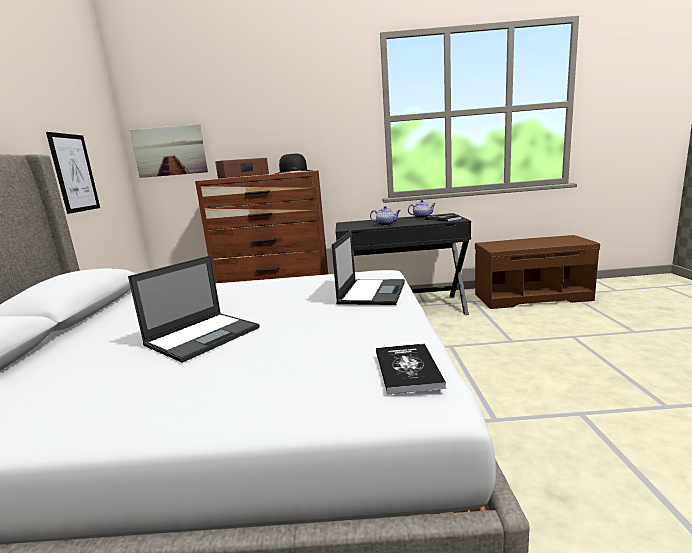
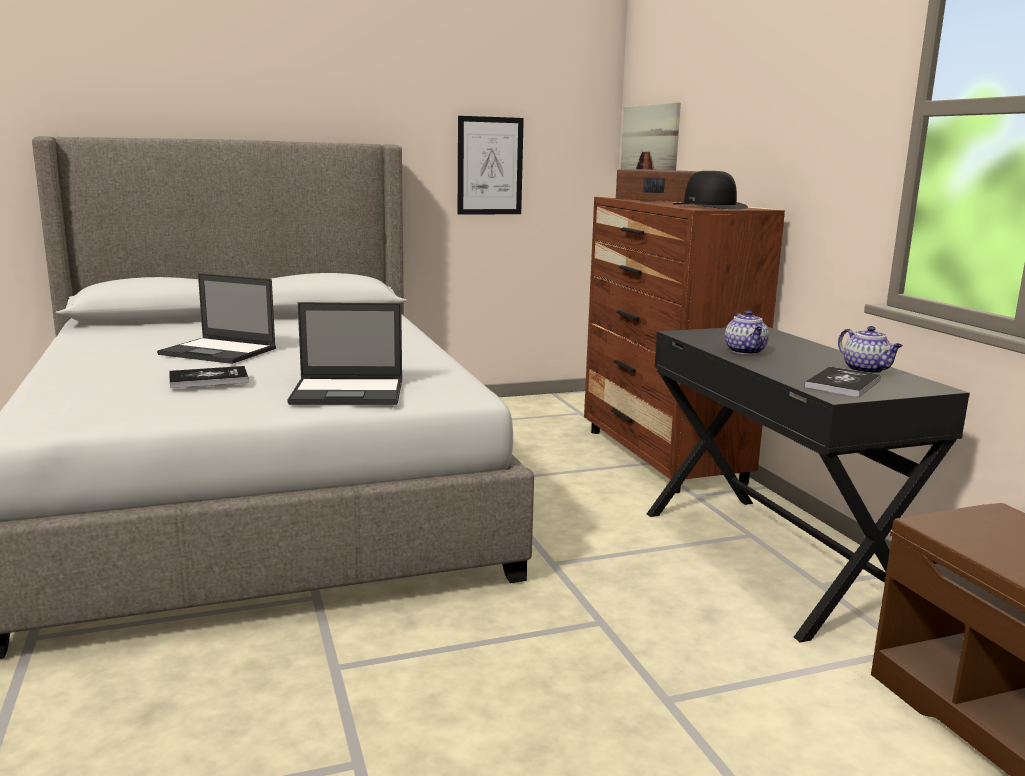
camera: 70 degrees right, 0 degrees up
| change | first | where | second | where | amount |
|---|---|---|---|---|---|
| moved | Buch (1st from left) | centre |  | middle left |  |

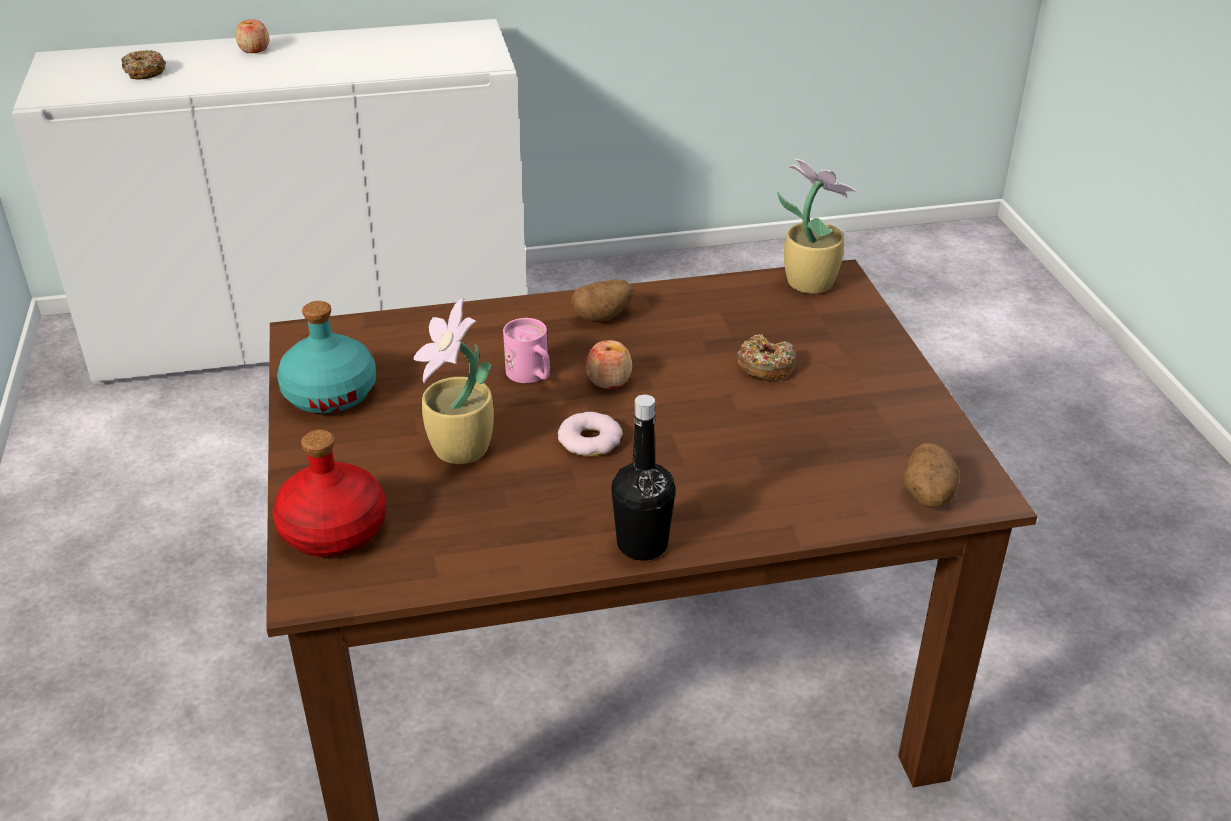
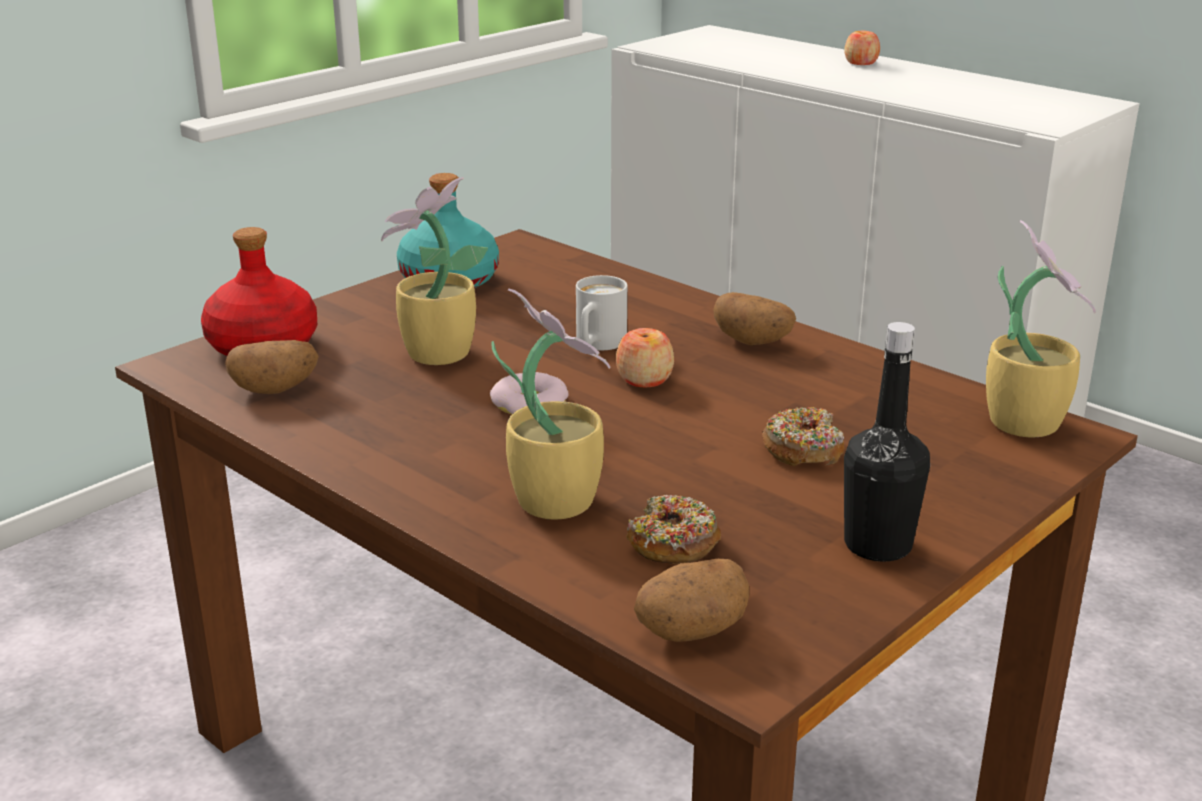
camera: 55 degrees right, 10 degrees down
| change | first | where | second | where | amount |
|---|---|---|---|---|---|
| added |  |  | Kartoffel (1st from left) | middle left |  |
| added |  |  | Topfpflanze (2nd from left) | centre |  |
| recoloured | Henkelbecher (rosa) | centre | Henkelbecher (weiß) | centre |  |
| moved | Donut (1st from left in the first image) | top left | Donut (2nd from left) | centre |  |
| moved | Flasche (schwarz) | centre |  | middle right |  |

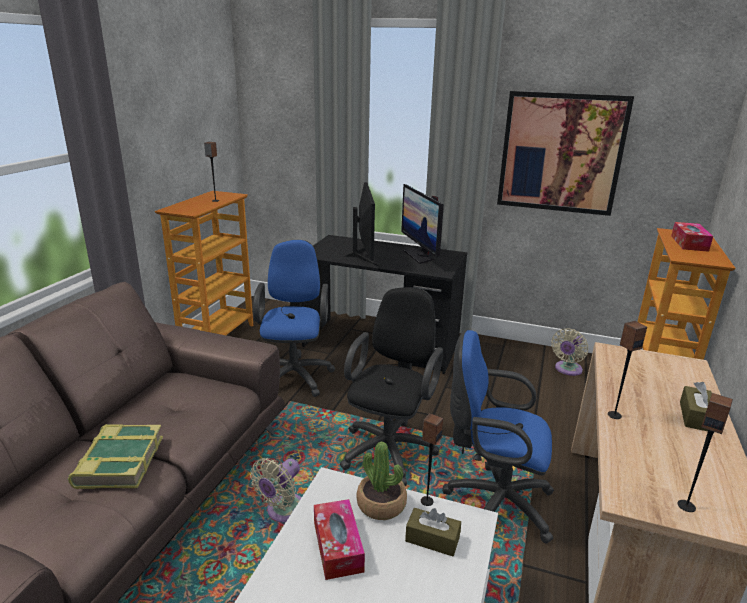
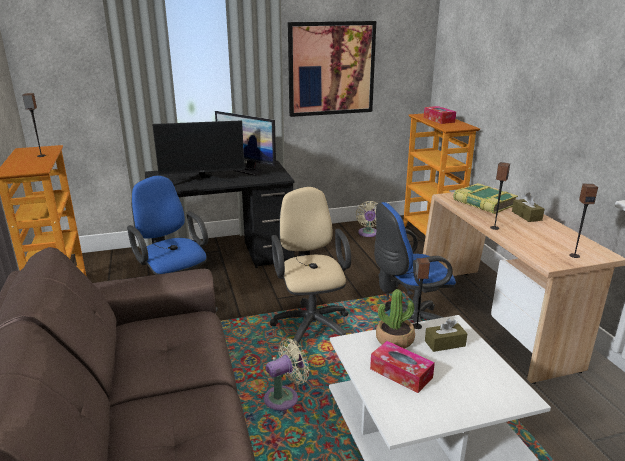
camera: 35 degrees left, 0 degrees up
| change | first | where | second | where | amount |
|---|---|---|---|---|---|
| turned | Monitor (1st from left) | centre |  | top left | 120 degrees clockwise |
| turned | Ventilator (beige) (1st from left) | bottom centre |  | bottom centre | 120 degrees counterclockwise |
| recoloured | Bürostuhl (schwarz) | centre | Bürostuhl (beige) | centre |  |
| moved | Buch | bottom left |  | middle right |  |

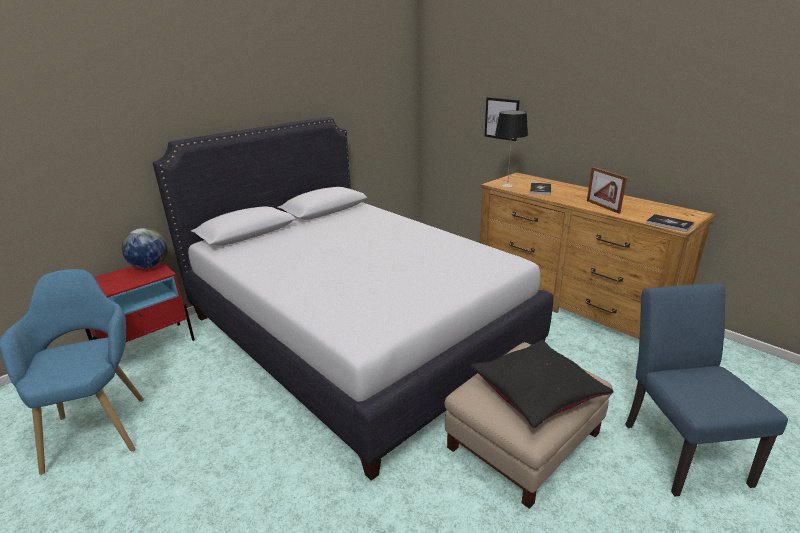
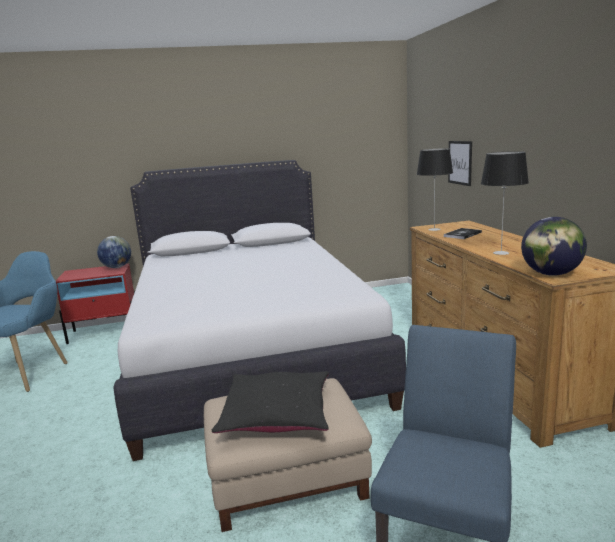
camera: 30 degrees right, 10 degrees down
| change | first | where | second | where | amount |
|---|---|---|---|---|---|
| replaced | Bilderrahmen | middle right | Tischlampe (2nd from left) | middle right |  |
| replaced | Buch (2nd from left) | middle right | Globus (2nd from left) | middle right |  |

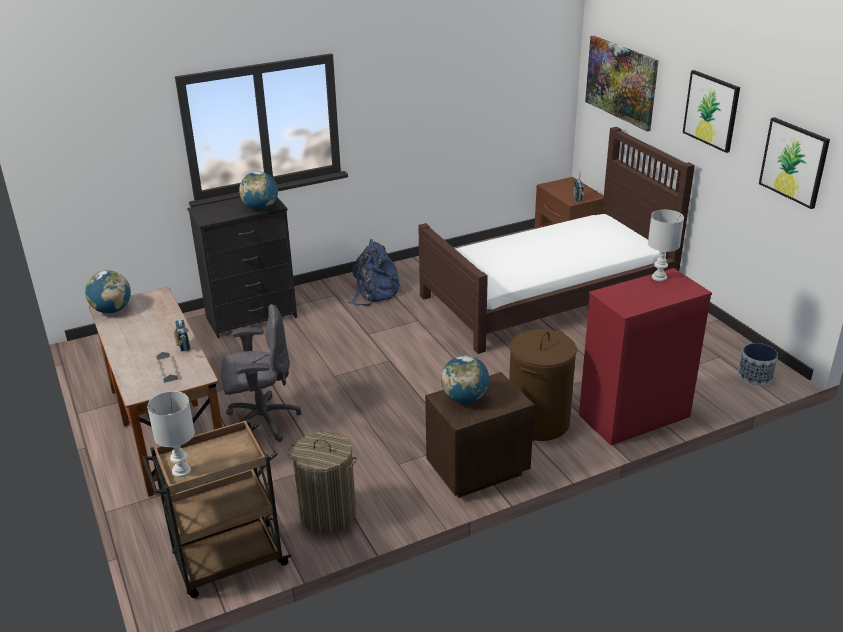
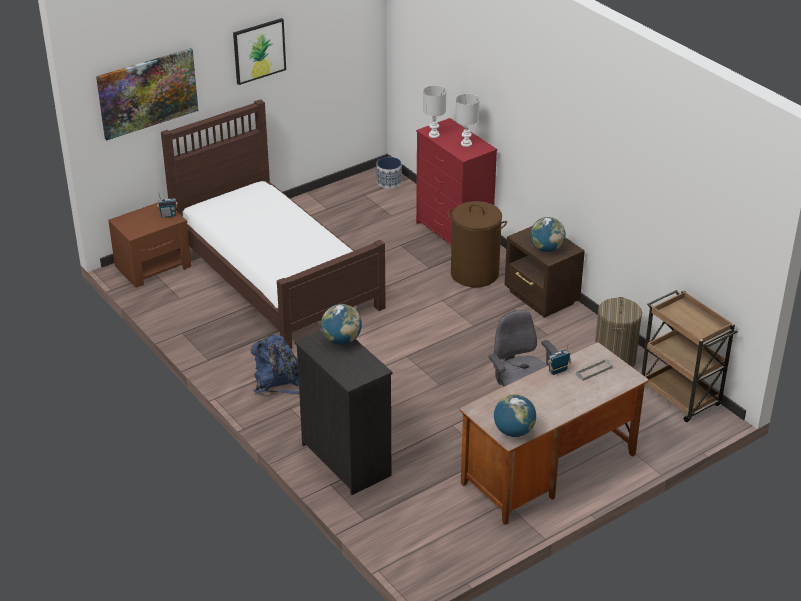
camera: 100 degrees left, 5 degrees up
| change | first | where | second | where | amount |
|---|---|---|---|---|---|
| moved | Tischlampe (weiß) (1st from left in the first image) | bottom left | Tischlampe (weiß) (2nd from left) | top centre |  |
| removed | Bild (3rd from left) | top right |  |  |  |

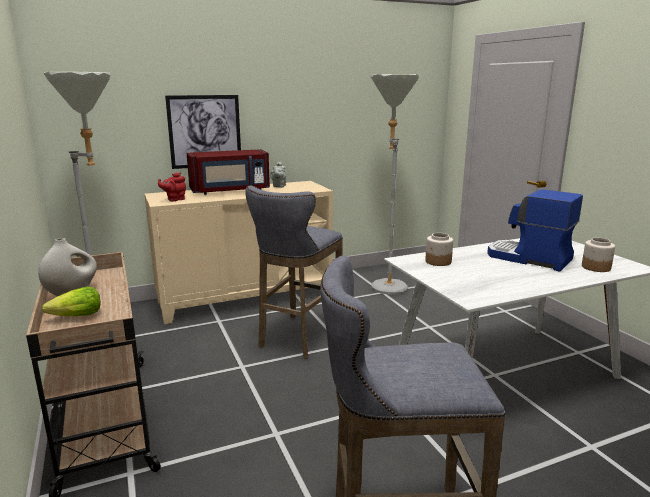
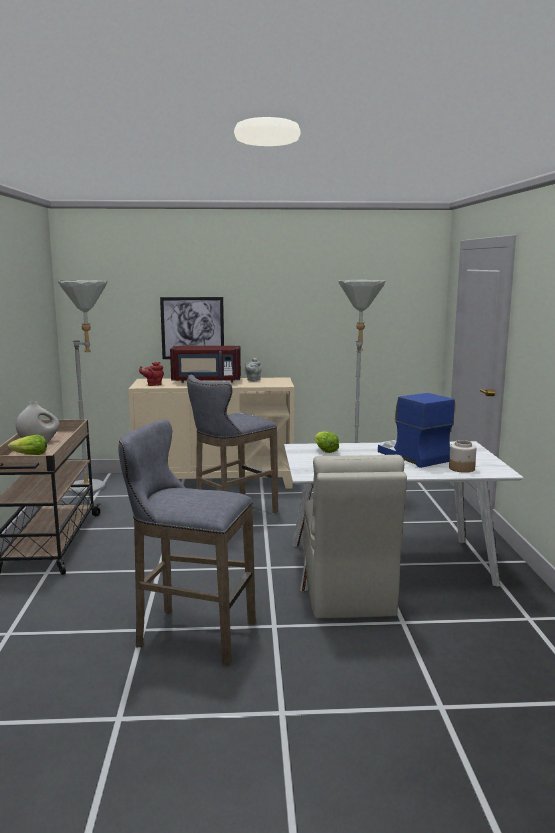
camera: 20 degrees right, 5 degrees down
| change | first | where | second | where | amount |
|---|---|---|---|---|---|
| added |  |  | Stuhl (beige) | centre |  |
| replaced | Vorratsglas (1st from left) | middle right | Salatkopf (2nd from left) | centre |  |

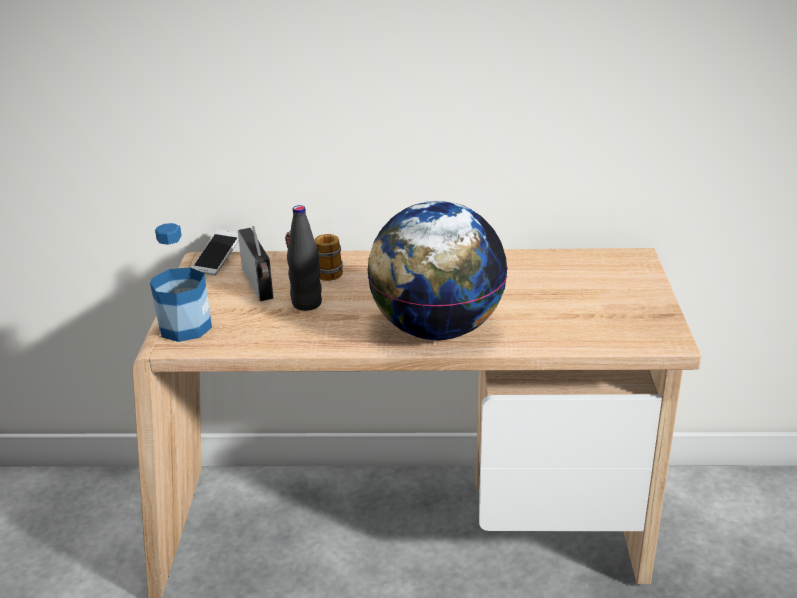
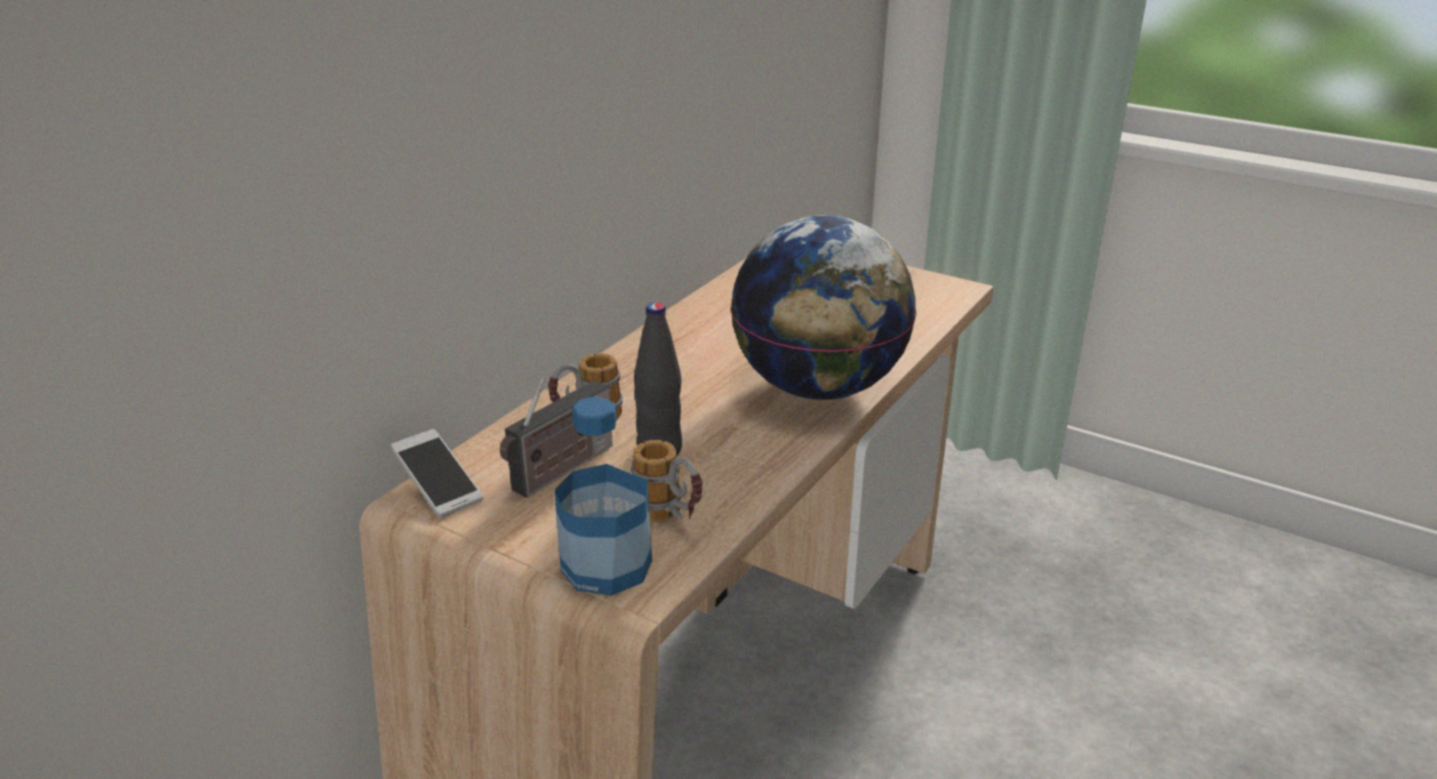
camera: 60 degrees left, 0 degrees up
| change | first | where | second | where | amount |
|---|---|---|---|---|---|
| turned | Radio | middle left |  | centre | 120 degrees clockwise |
| added |  |  | Henkelbecher (2nd from left) | centre |  |

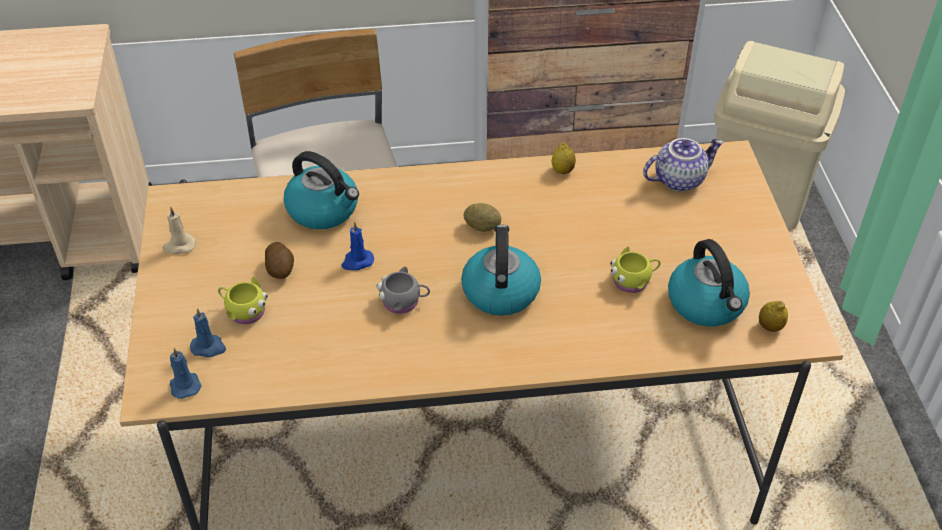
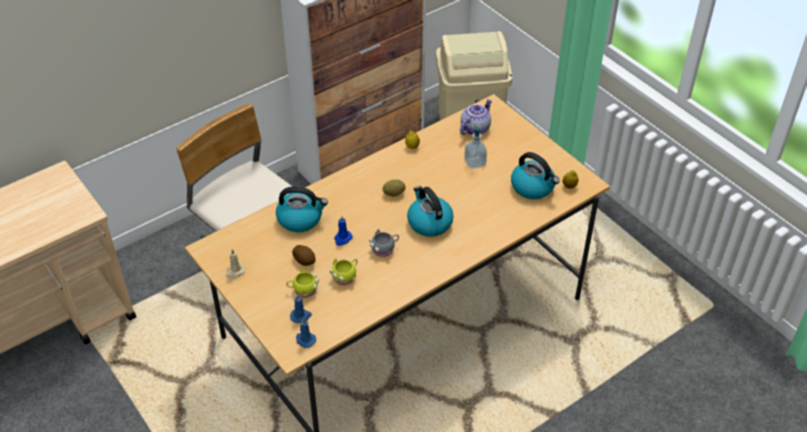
camera: 30 degrees left, 0 degrees up
| change | first | where | second | where | amount |
|---|---|---|---|---|---|
| moved | Henkelbecher (gelb) (2nd from left) | middle right |  | centre |  |
| added |  |  | Seifenspender | centre |  |

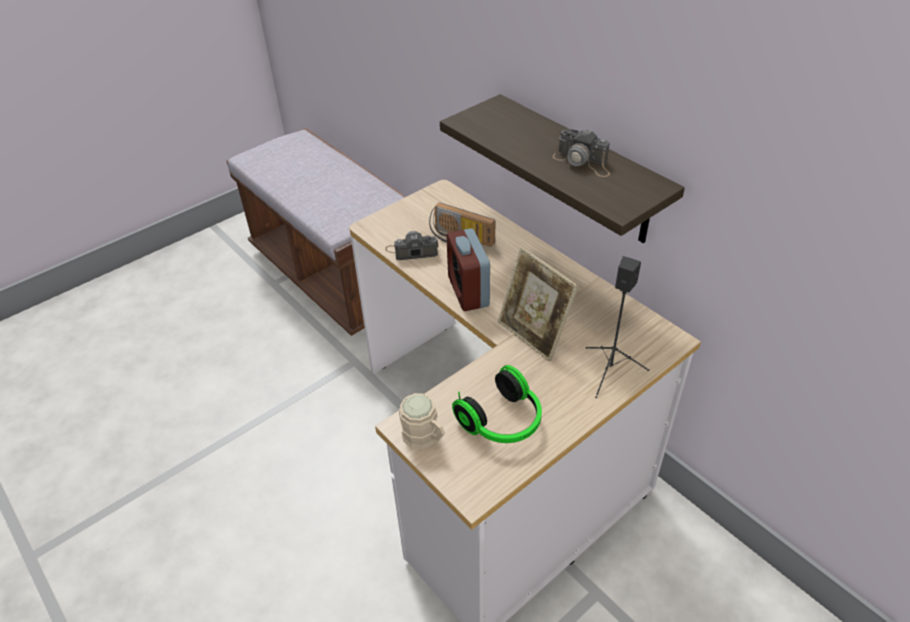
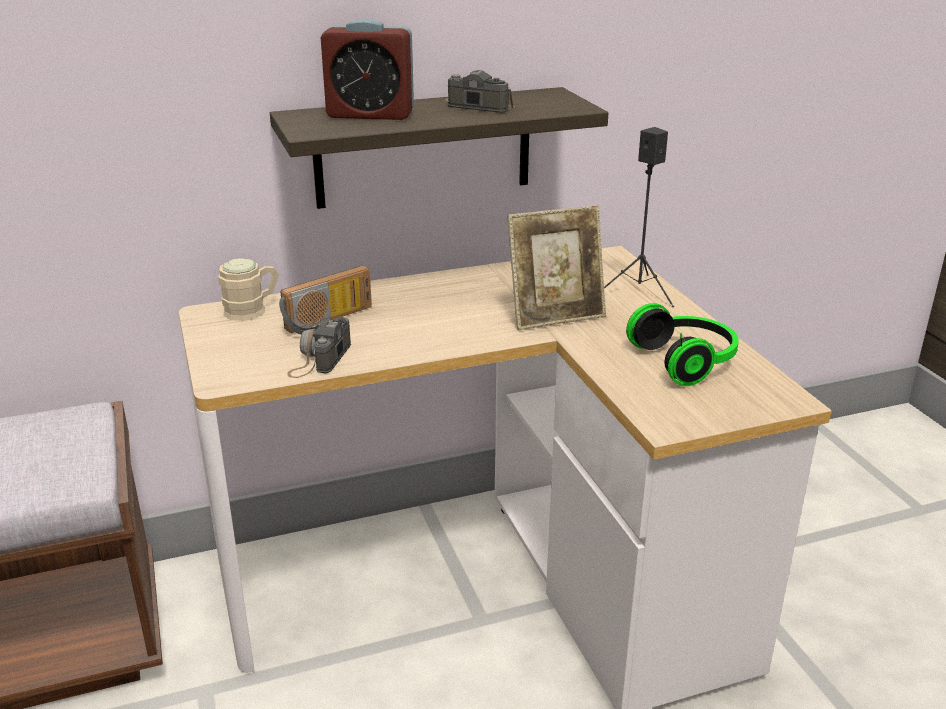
camera: 70 degrees left, 15 degrees down
| change | first | where | second | where | amount |
|---|---|---|---|---|---|
| moved | Henkelbecher (beige) | bottom centre |  | middle left |  |
| moved | Wecker | centre |  | top centre |  |
| turned | Kamera (2nd from left) | top centre |  | top centre | 120 degrees counterclockwise |

